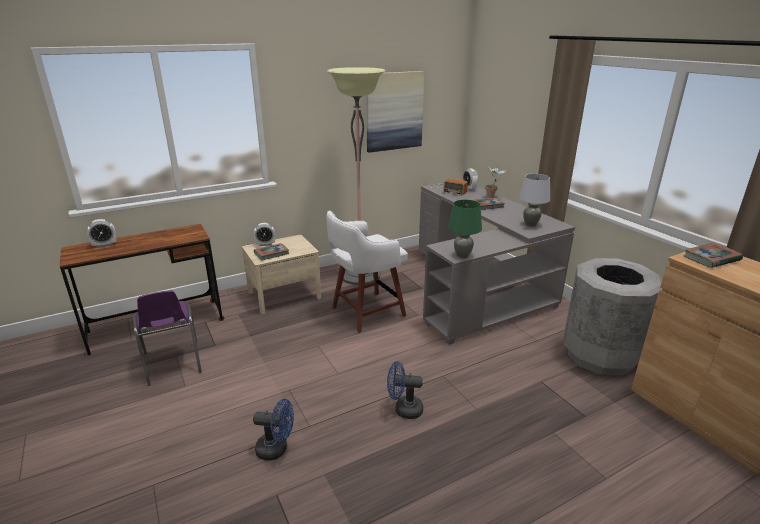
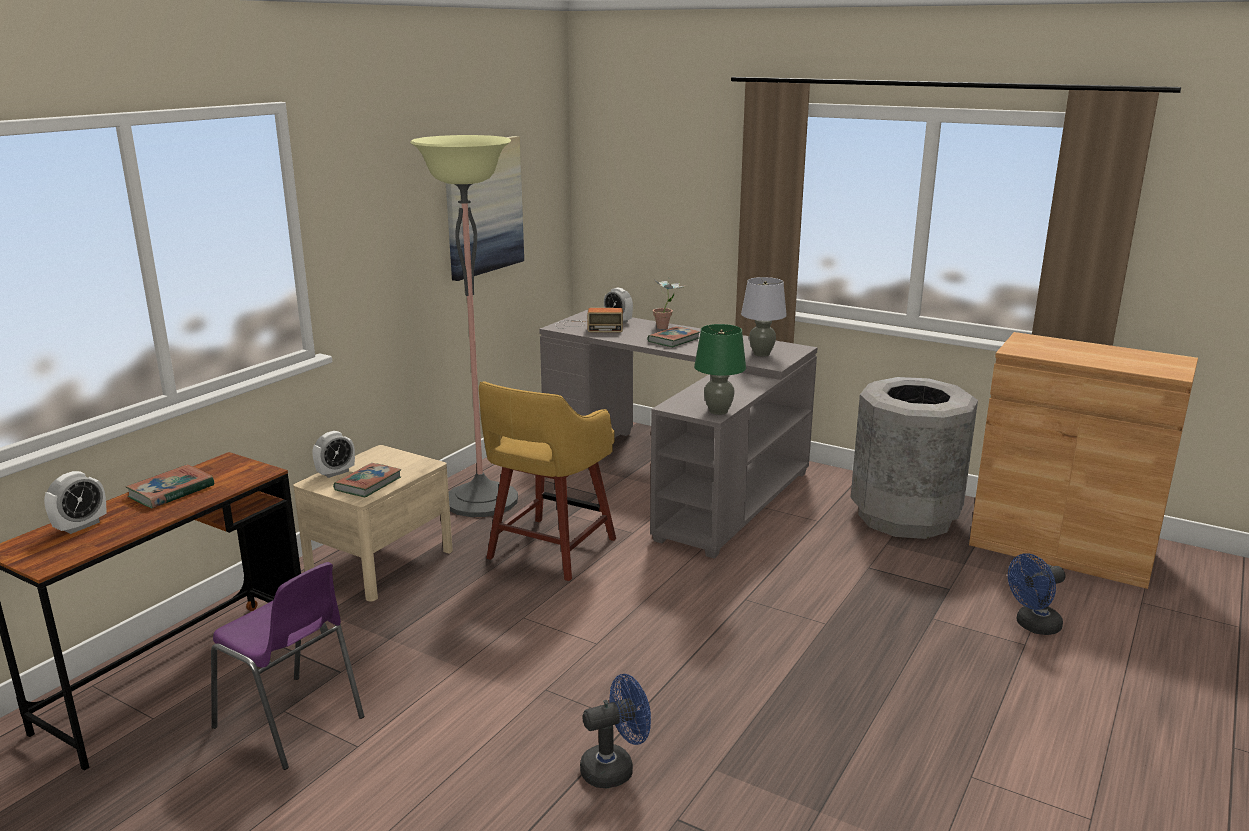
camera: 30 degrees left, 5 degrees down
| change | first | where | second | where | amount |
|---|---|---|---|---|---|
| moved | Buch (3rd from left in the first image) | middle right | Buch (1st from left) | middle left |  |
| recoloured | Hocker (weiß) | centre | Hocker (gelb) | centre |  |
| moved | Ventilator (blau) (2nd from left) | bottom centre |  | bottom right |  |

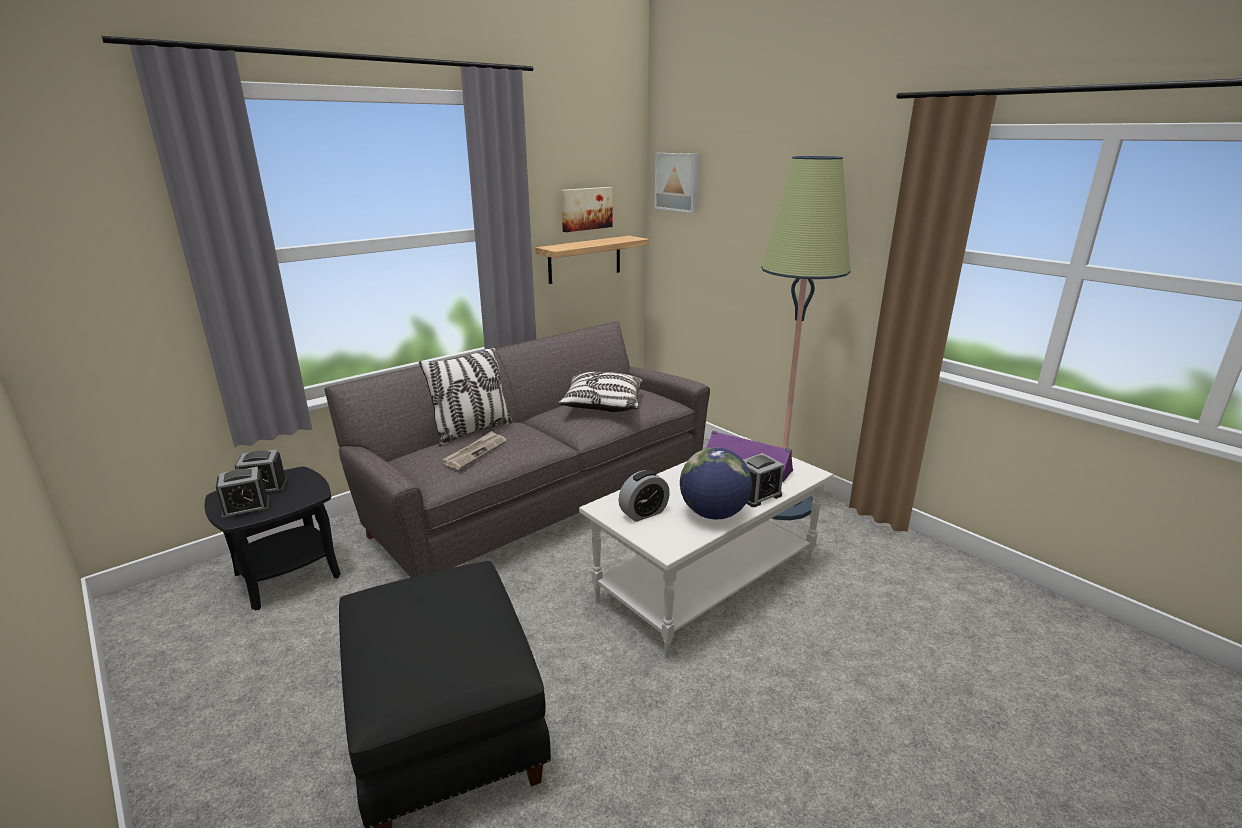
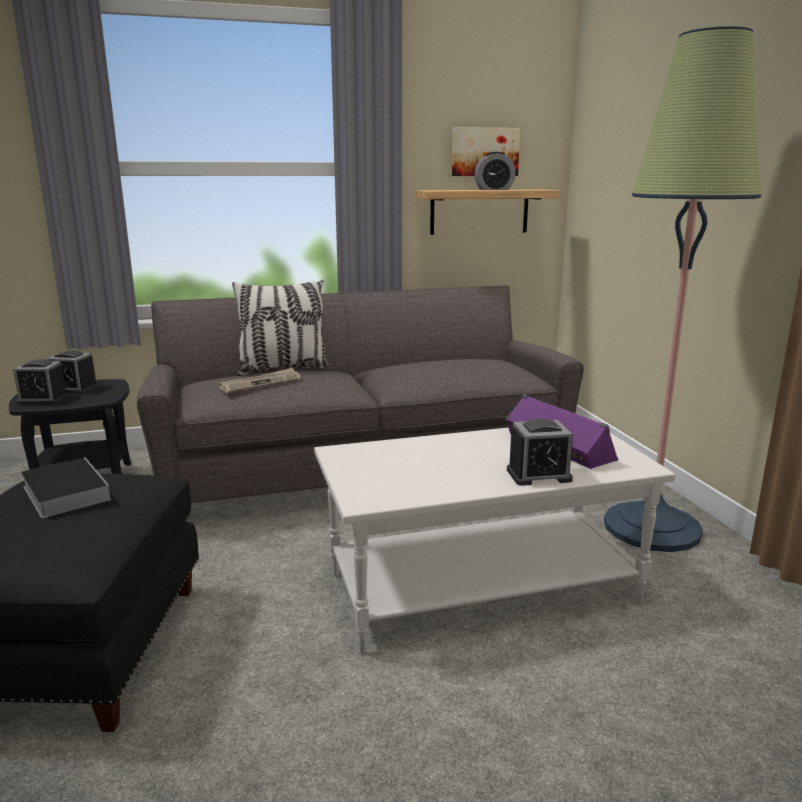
camera: 25 degrees right, 5 degrees down
| change | first | where | second | where | amount |
|---|---|---|---|---|---|
| added |  |  | Buch | middle left |  |
| moved | Wecker (3rd from left) | centre |  | top centre |  |
| removed | Kissen (2nd from left) | centre |  |  |  |
| removed | Bild (2nd from left) | top centre |  |  |  |
| removed | Globus | centre |  |  |  |

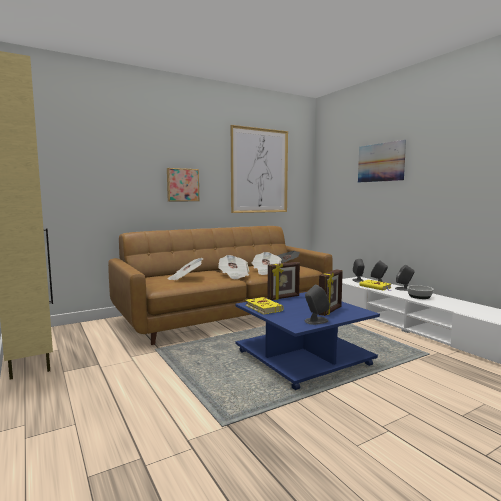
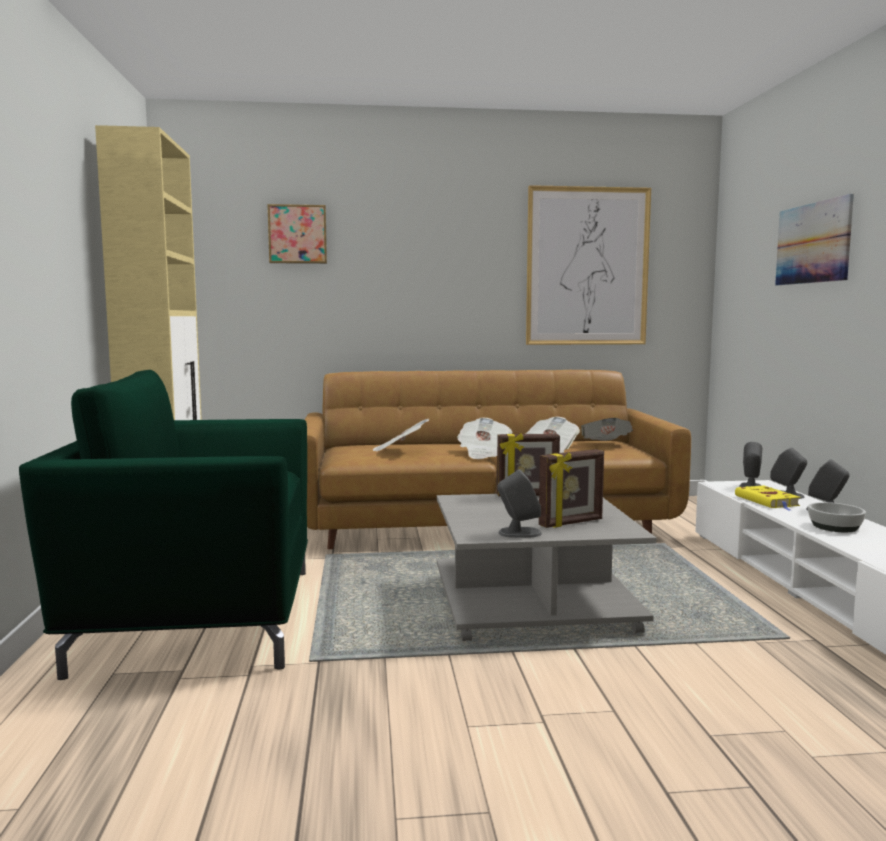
camera: 25 degrees right, 0 degrees up
| change | first | where | second | where | amount |
|---|---|---|---|---|---|
| added |  |  | Sessel (grün) | middle left |  |
| moved | Bild (1st from left) | centre |  | top centre |  |
| recoloured | Couchtisch (blau) | bottom centre | Couchtisch (grau) | bottom centre |  |
| removed | Buch (gelb) (1st from left) | centre |  |  |  |

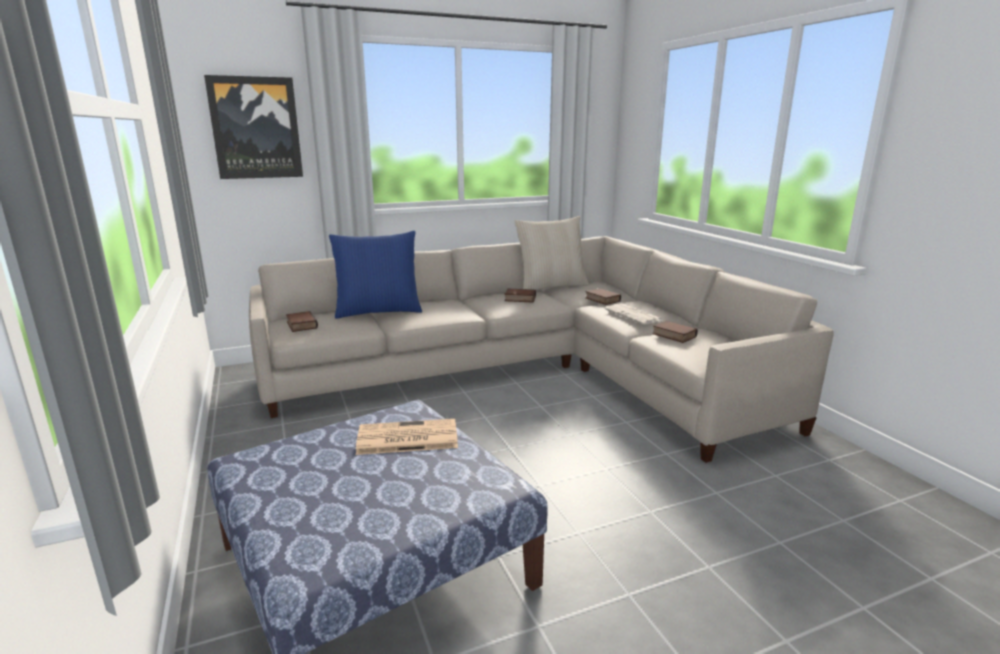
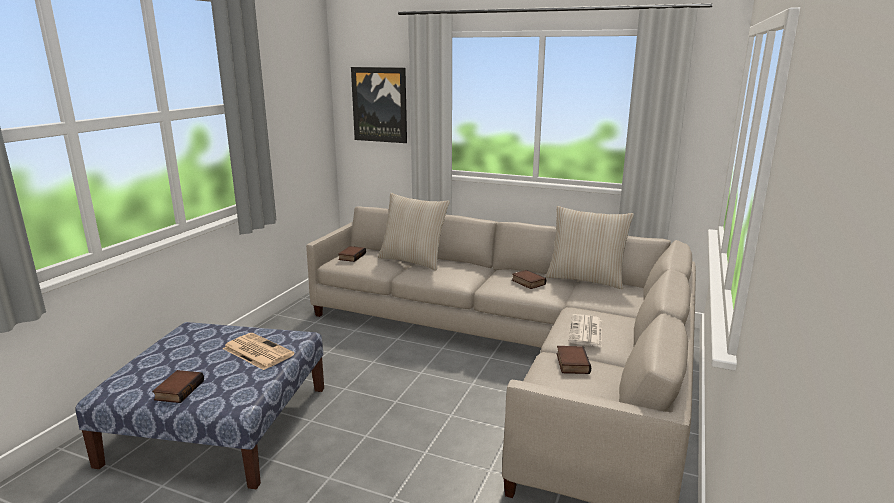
camera: 45 degrees right, 0 degrees up
| change | first | where | second | where | amount |
|---|---|---|---|---|---|
| moved | Buch (3rd from left in the first image) | centre | Buch (1st from left) | bottom left |  |
| recoloured | Kissen (blau) | centre | Kissen (beige) (1st from left) | centre |  |

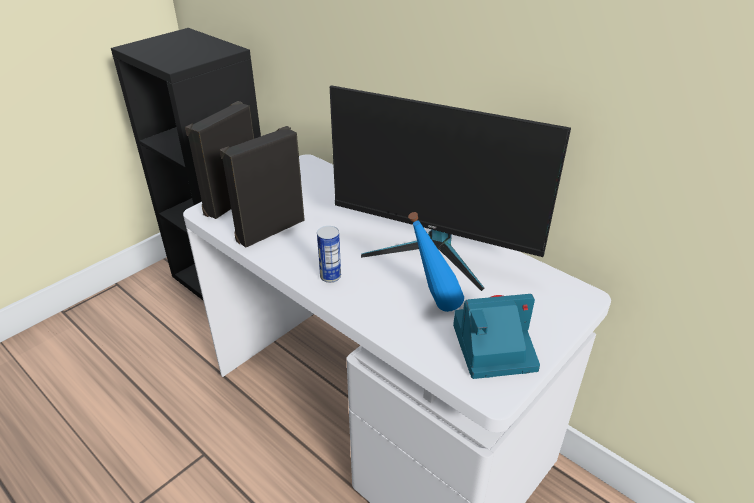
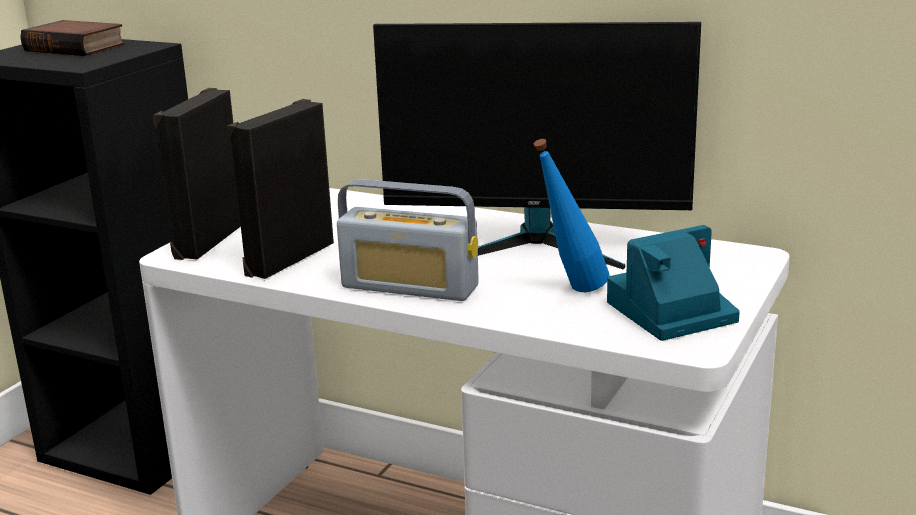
camera: 15 degrees left, 15 degrees down
| change | first | where | second | where | amount |
|---|---|---|---|---|---|
| added |  |  | Buch | top left |  |
| replaced | Dose | centre | Radio | centre |  |

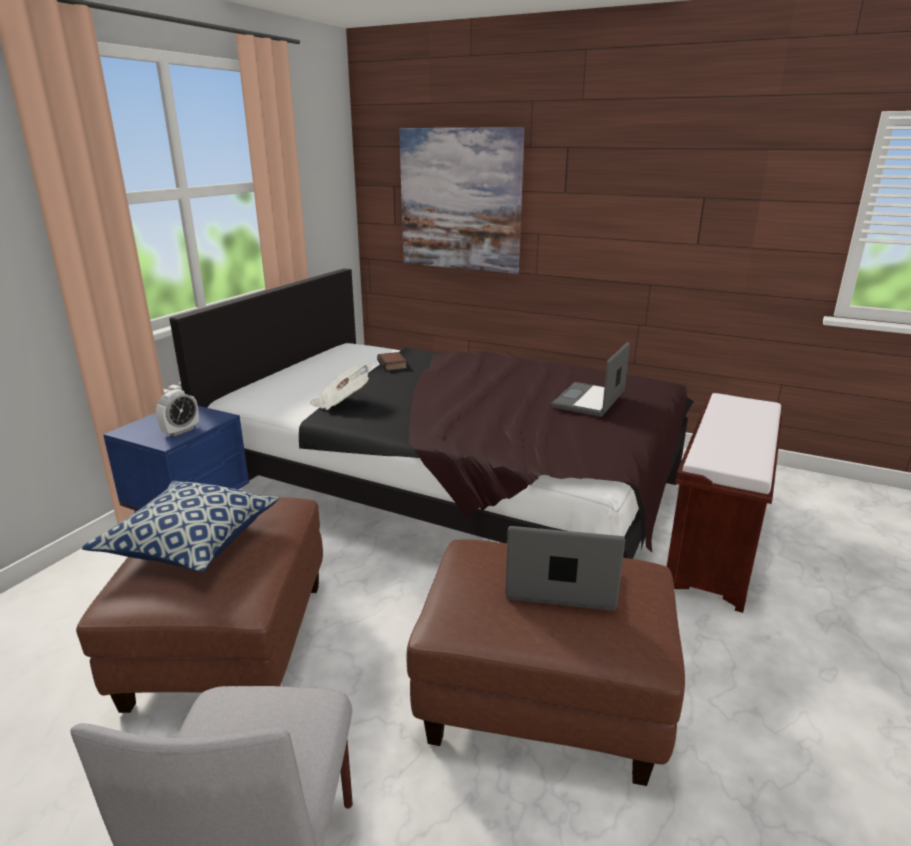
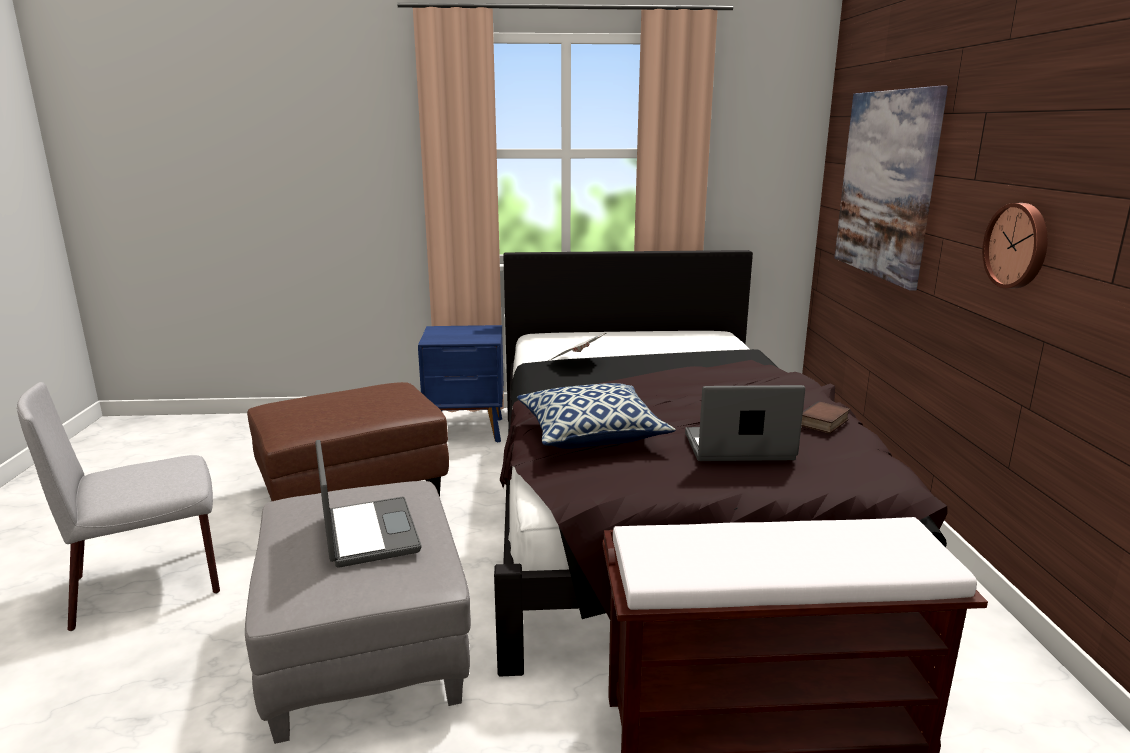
camera: 60 degrees right, 5 degrees down
| change | first | where | second | where | amount |
|---|---|---|---|---|---|
| recoloured | Polsterhocker (braun) (2nd from left) | bottom centre | Polsterhocker (grau) | bottom left |  |
| moved | Kissen | middle left |  | centre |  |
| moved | Buch | centre |  | middle right |  |
| added |  |  | Wanduhr | top right |  |
| removed | Wecker | middle left |  |  |  |

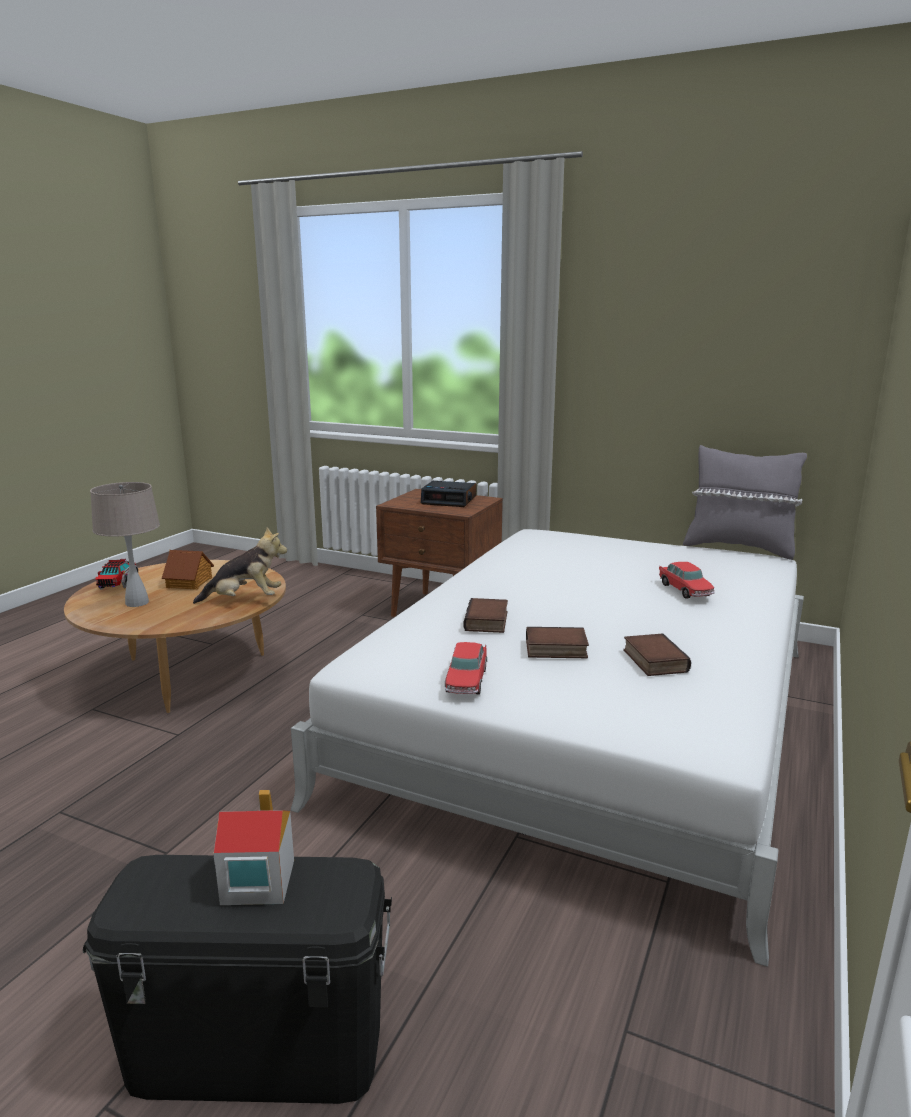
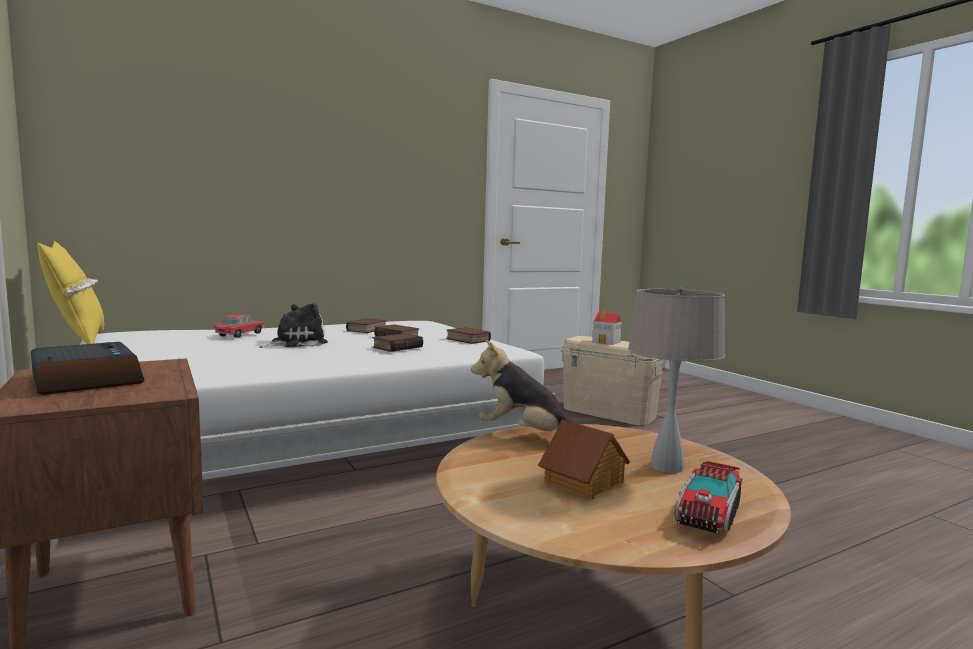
camera: 145 degrees left, 10 degrees down
| change | first | where | second | where | amount |
|---|---|---|---|---|---|
| recoloured | Kissen (grau) | middle right | Kissen (gelb) | middle left |  |
| added |  |  | Plüschtier (1st from left) | middle left |  |
| replaced | Spielzeugauto (1st from left) | centre | Buch (4th from left) | centre |  |
| recoloured | Aufbewahrungsbox (schwarz) | bottom left | Aufbewahrungsbox (beige) | centre |  |

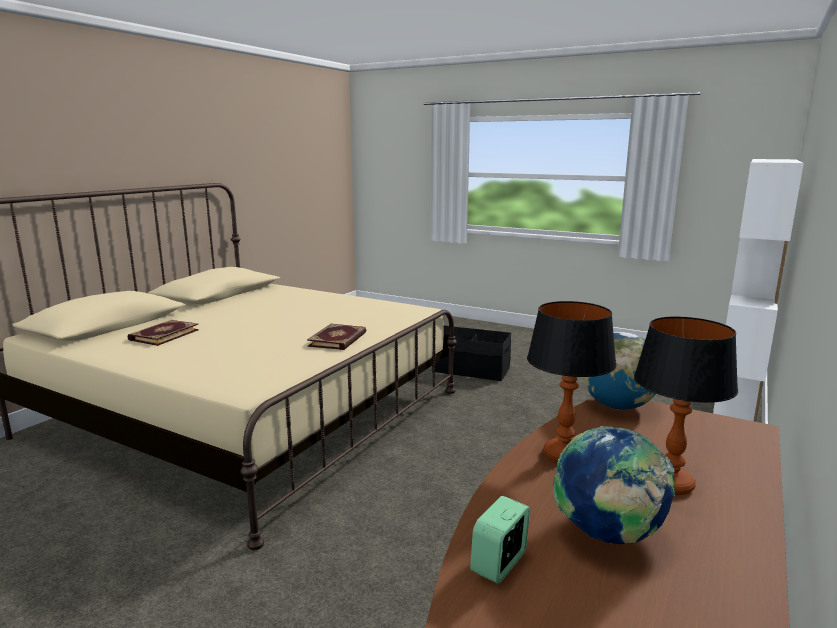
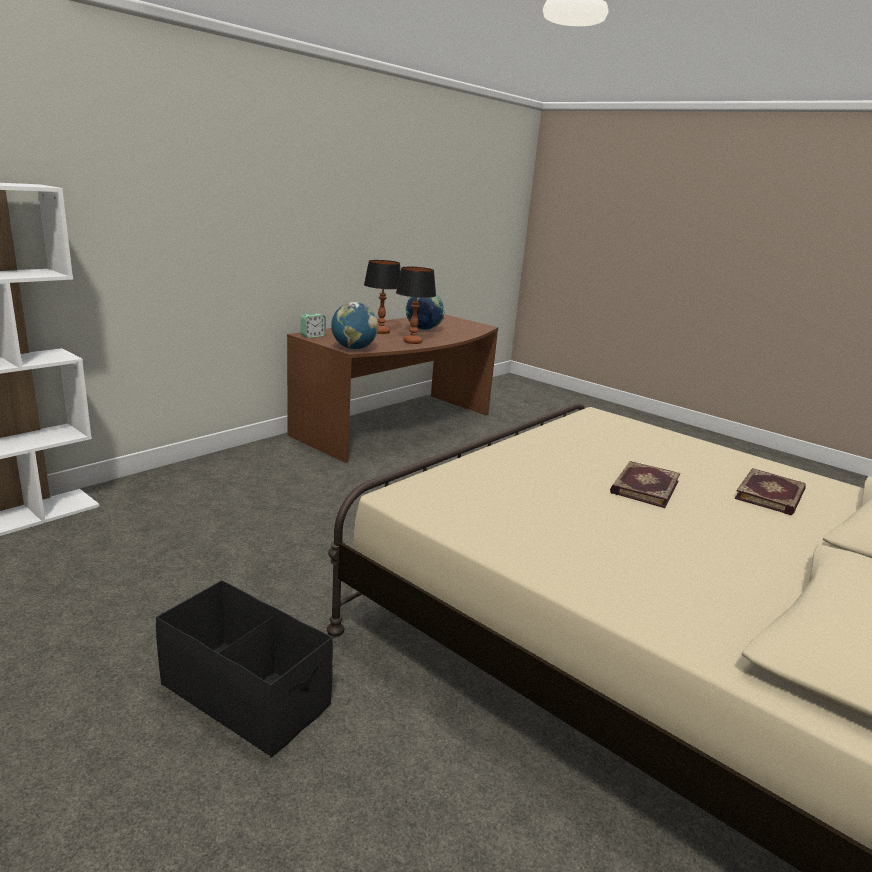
camera: 170 degrees left, 5 degrees up
| change | first | where | second | where | amount |
|---|---|---|---|---|---|
| moved | Wecker | bottom centre |  | centre |  |
| moved | Buch (2nd from left in the first image) | centre | Buch (1st from left) | middle right |  |

